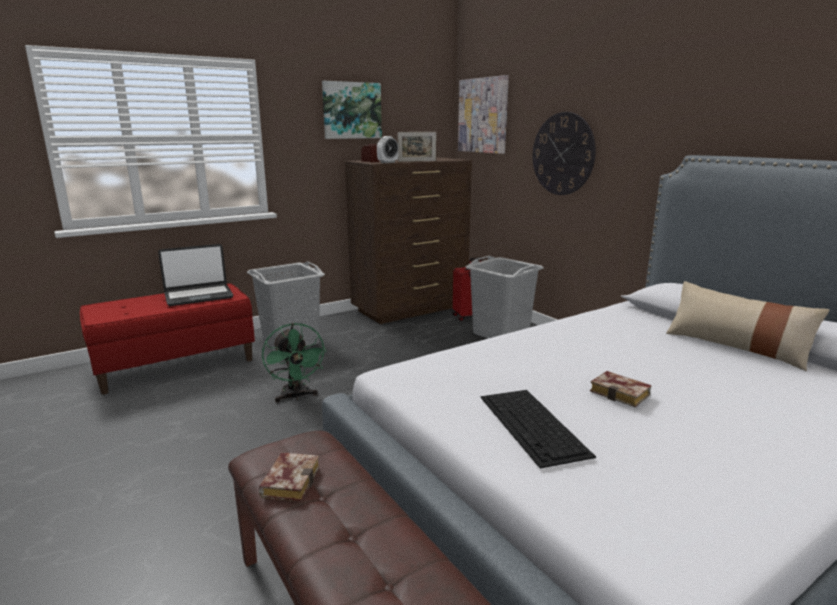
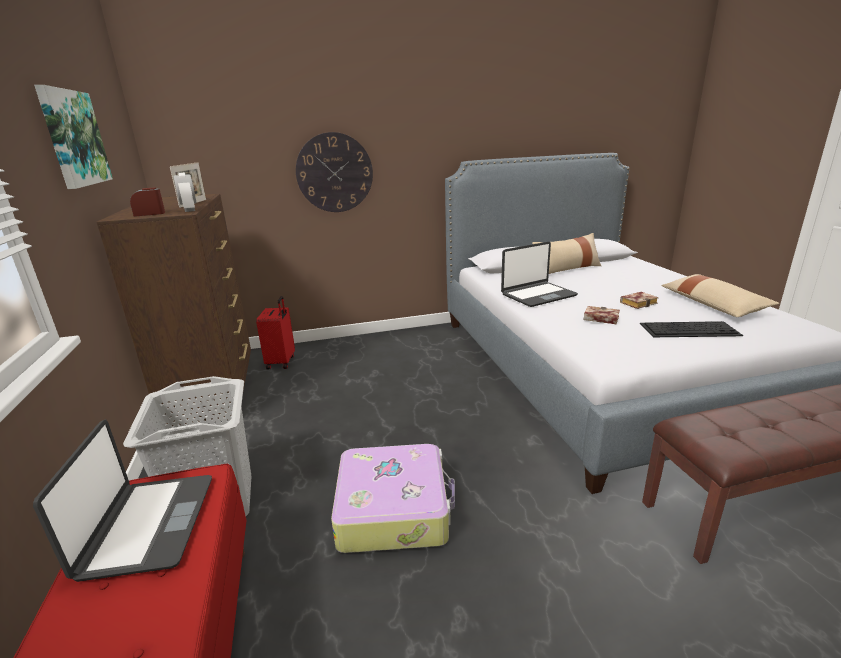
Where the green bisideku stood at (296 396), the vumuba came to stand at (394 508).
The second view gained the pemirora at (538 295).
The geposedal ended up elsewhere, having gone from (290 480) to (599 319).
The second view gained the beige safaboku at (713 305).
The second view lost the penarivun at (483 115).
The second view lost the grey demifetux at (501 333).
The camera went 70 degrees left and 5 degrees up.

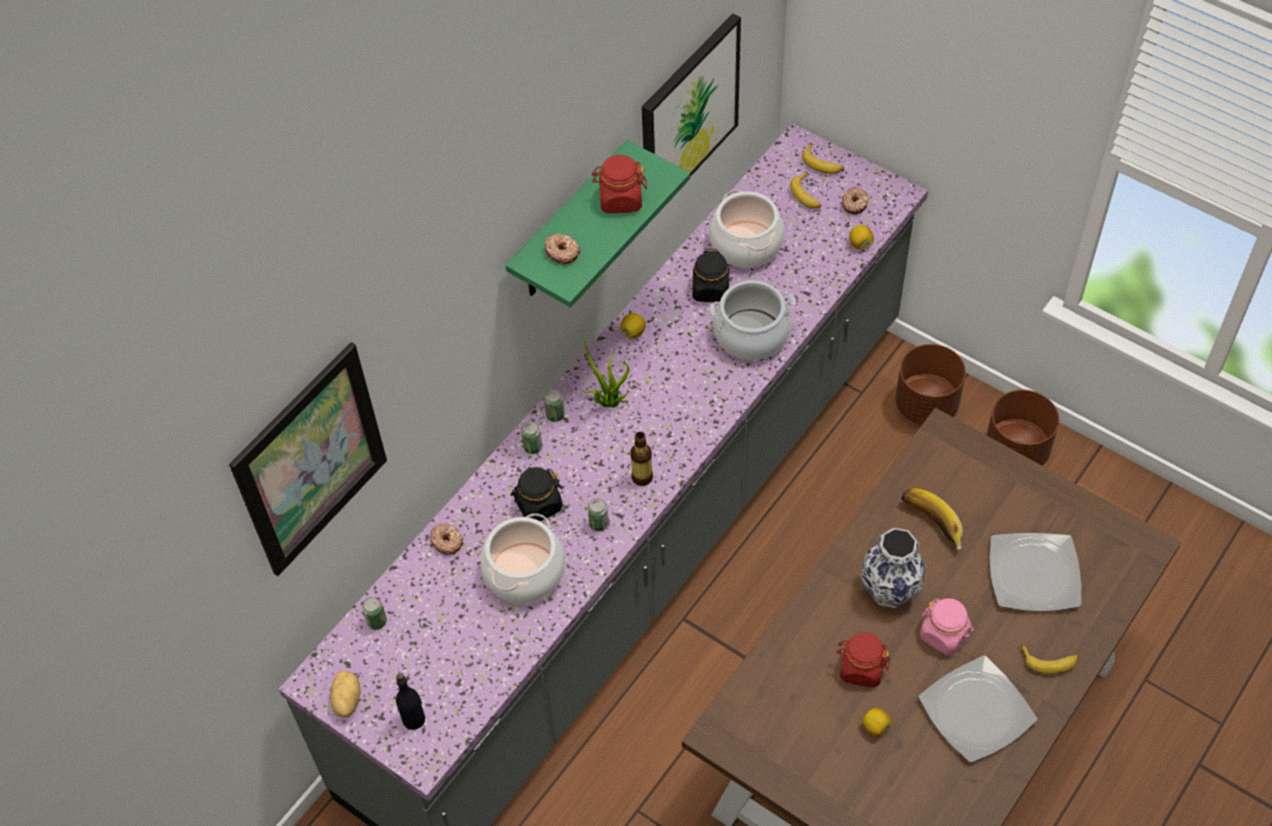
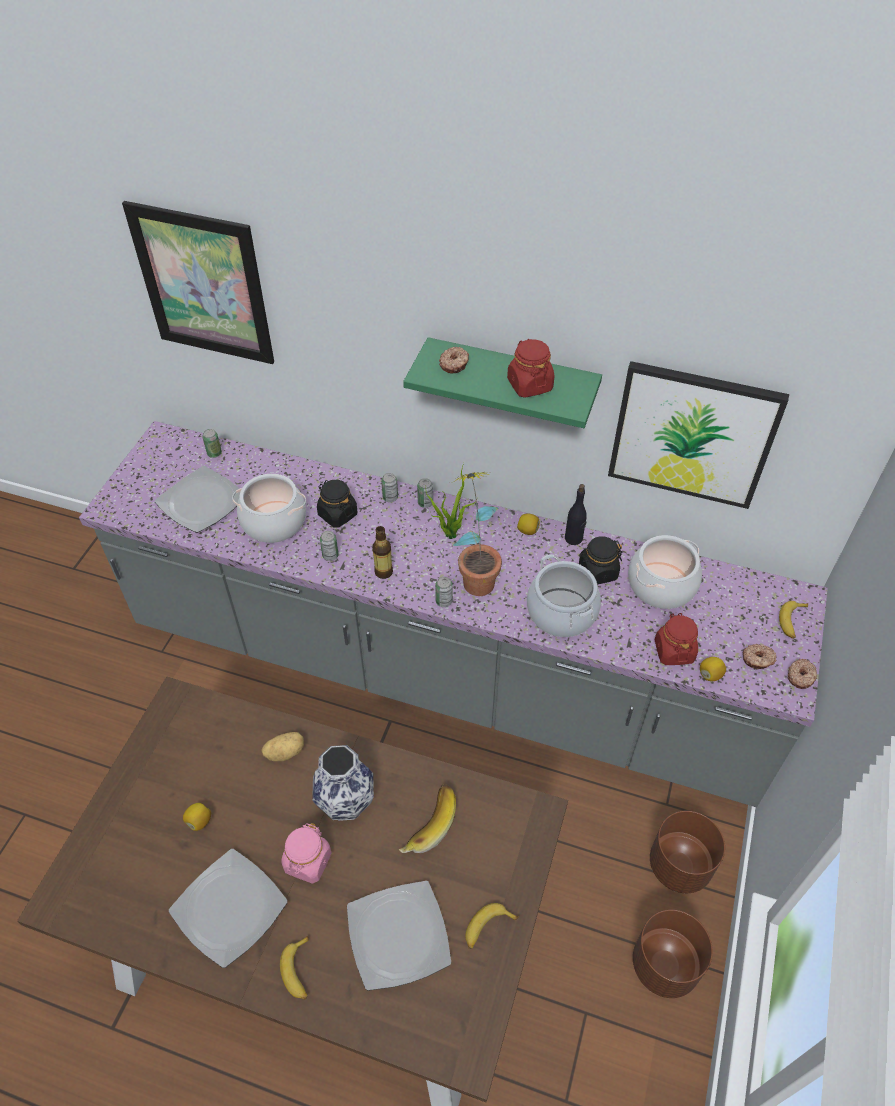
The second view gained the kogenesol at (202 502).
The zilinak ended up elsewhere, having gone from (346 700) to (285 752).
The second view gained the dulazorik at (444 601).
The second view gained the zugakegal at (476 575).
The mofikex ended up elsewhere, having gone from (807 195) to (487 928).
The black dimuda ended up elsewhere, having gone from (414 719) to (573 538).
The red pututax ended up elsewhere, having gone from (861 668) to (673 651).
The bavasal ended up elsewhere, having gone from (447 541) to (801 676).
The camera went 70 degrees right and 5 degrees down.

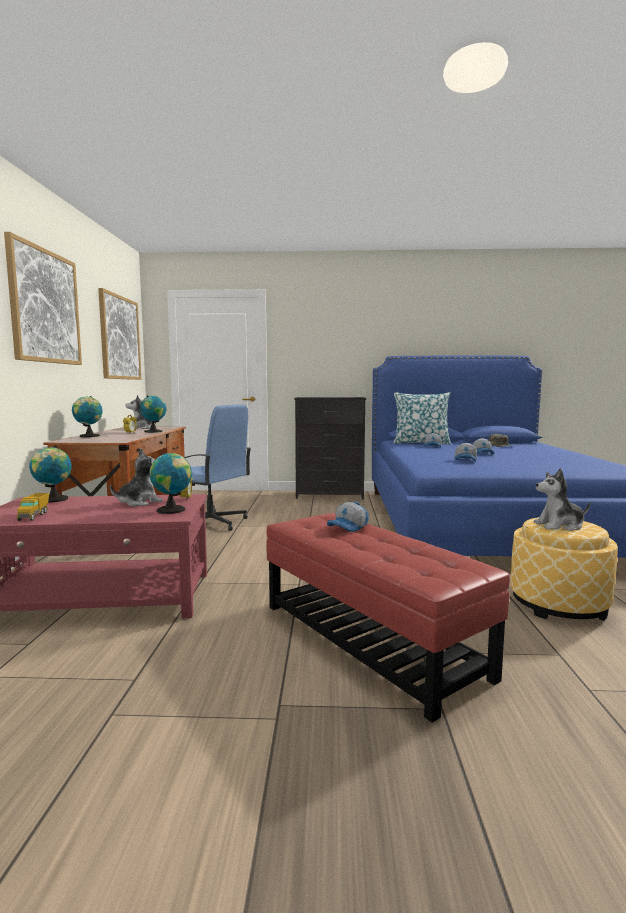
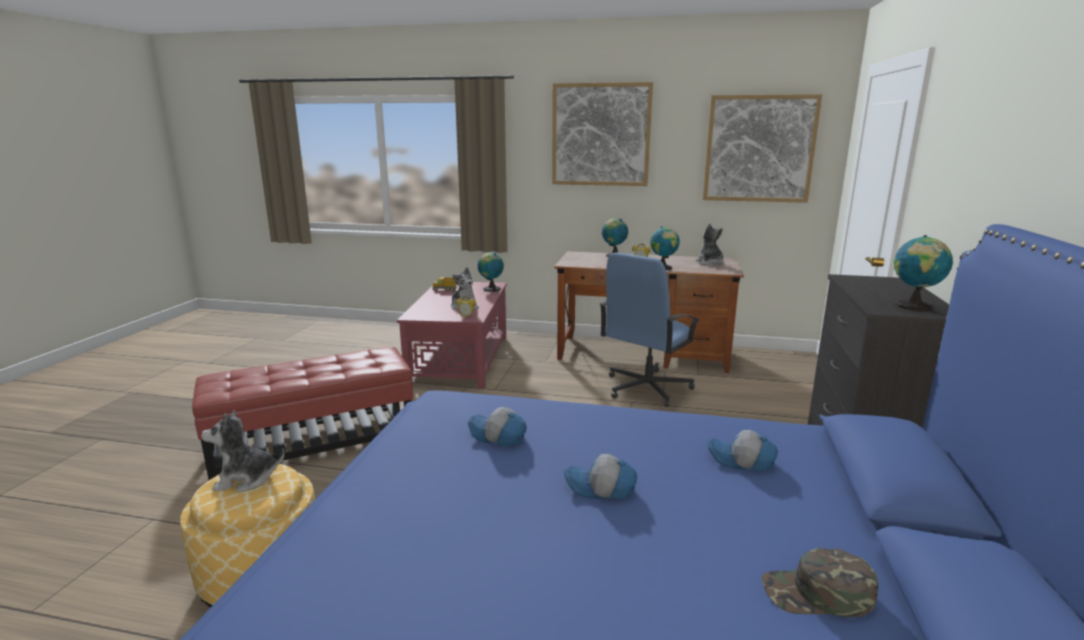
The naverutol at (560 525) ended up facing another way, 105 degrees counterclockwise from before.
The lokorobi ended up elsewhere, having gone from (173 510) to (914 306).
The second view lost the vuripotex at (348 527).
The second view lost the safaboku at (421 443).
The camera went 100 degrees right and 10 degrees up.

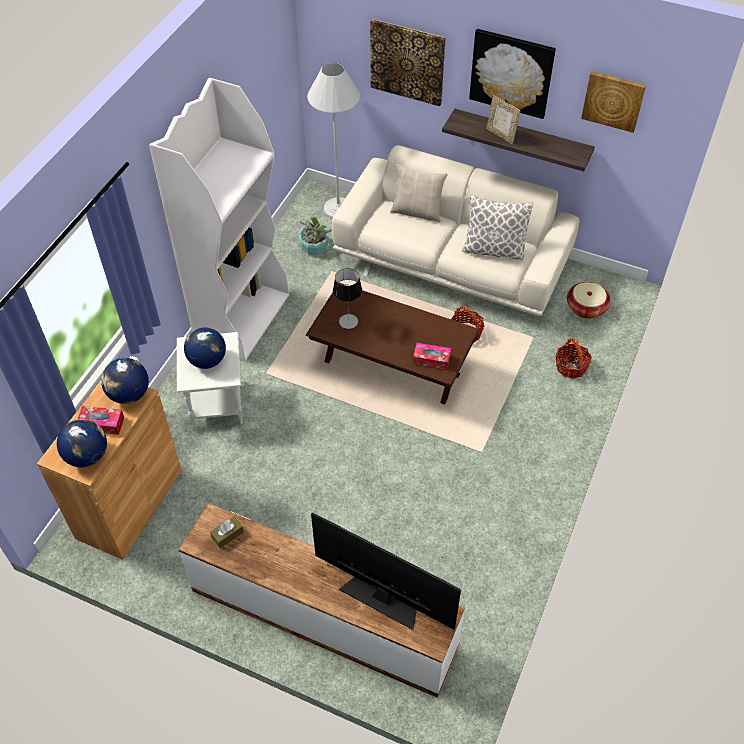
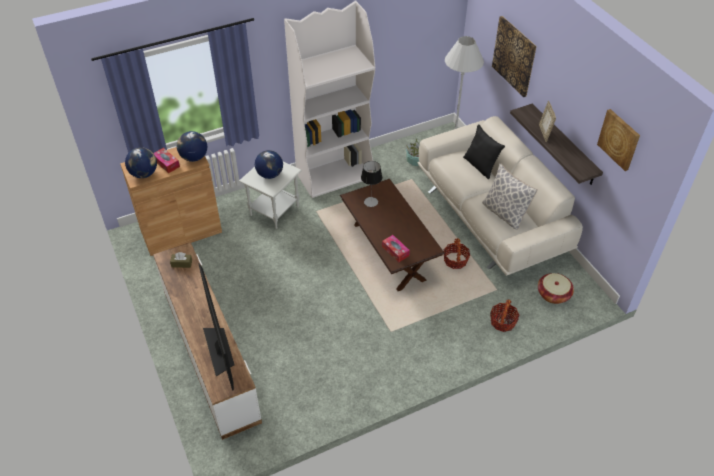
What was the beige safaboku at (417 211) turned into the black safaboku at (480 166).
The second view lost the penarivun at (511 73).
The camera went 40 degrees right and 5 degrees down.

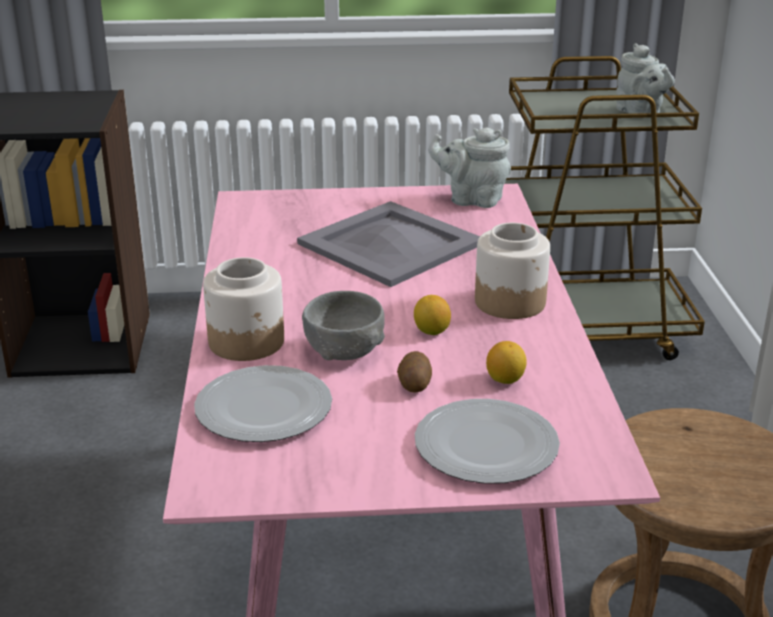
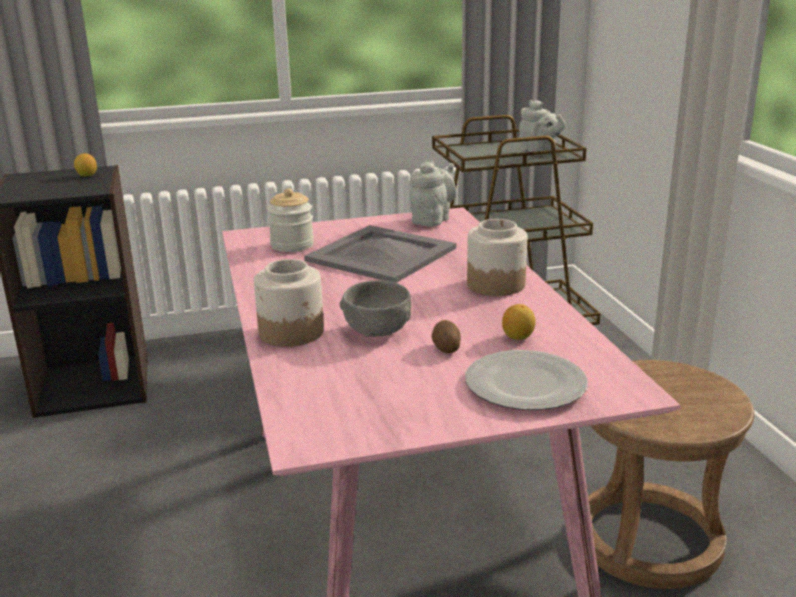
The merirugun ended up elsewhere, having gone from (431 331) to (87 175).
The second view gained the pututax at (292 245).
The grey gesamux at (472 199) ended up facing another way, 120 degrees clockwise from before.
The second view lost the kogenesol at (265 409).
The camera went 10 degrees left and 5 degrees down.

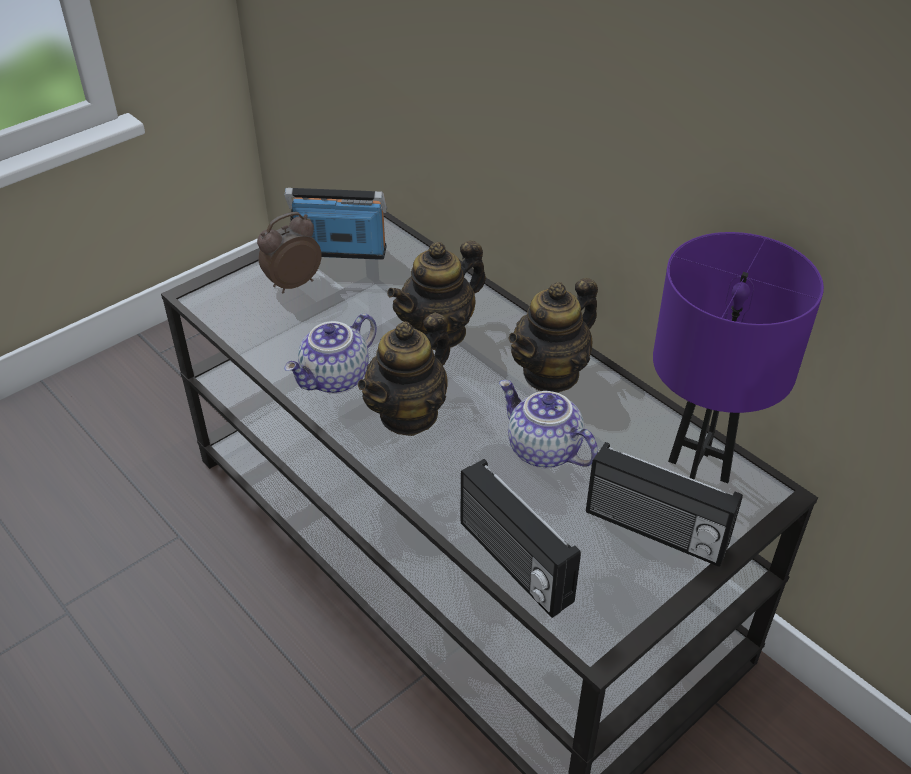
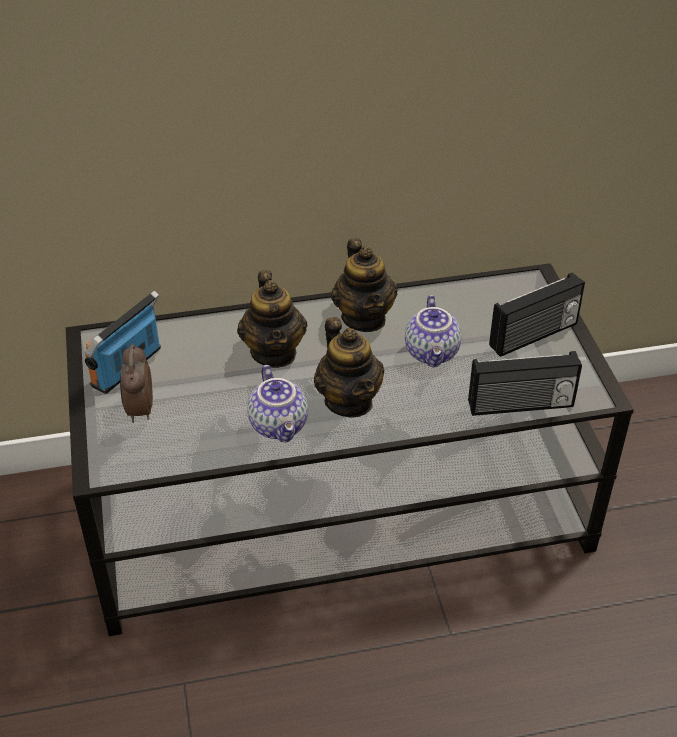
The gesamux at (542 451) ended up facing another way, 75 degrees counterclockwise from before.
The second view lost the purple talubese at (697 471).
The camera went 60 degrees left and 0 degrees up.

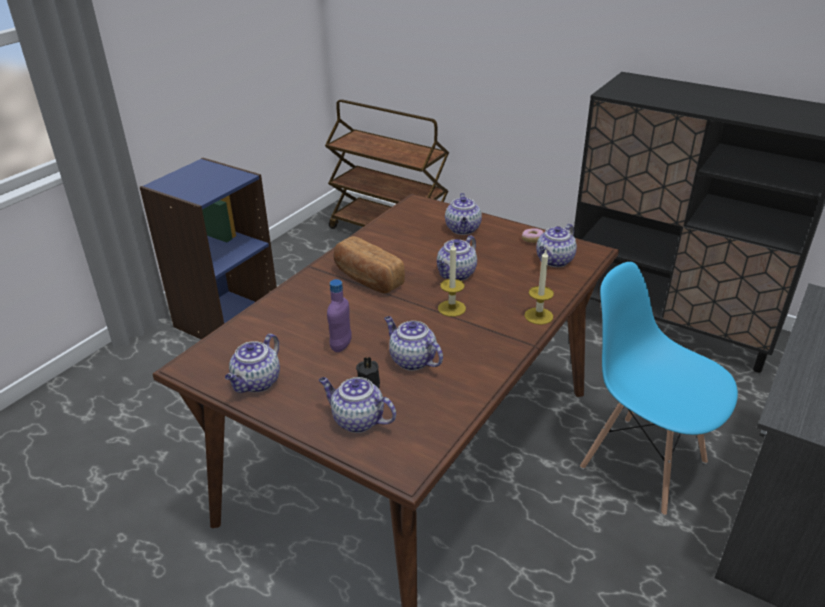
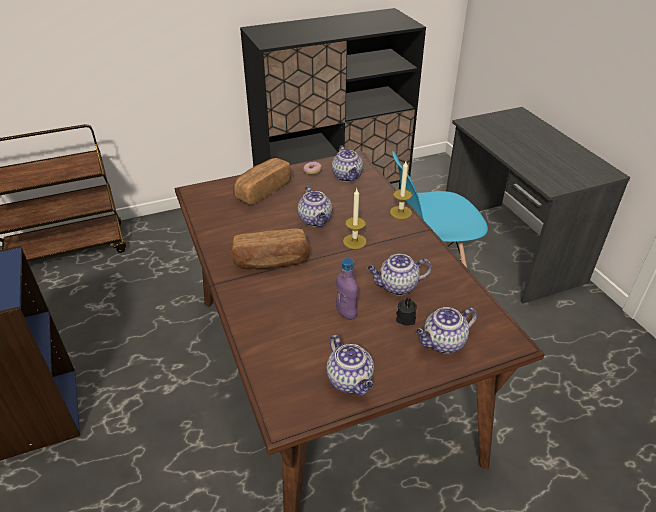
Where the gesamux stood at (463 229), the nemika came to stand at (262 190).
The camera went 55 degrees left and 5 degrees up.

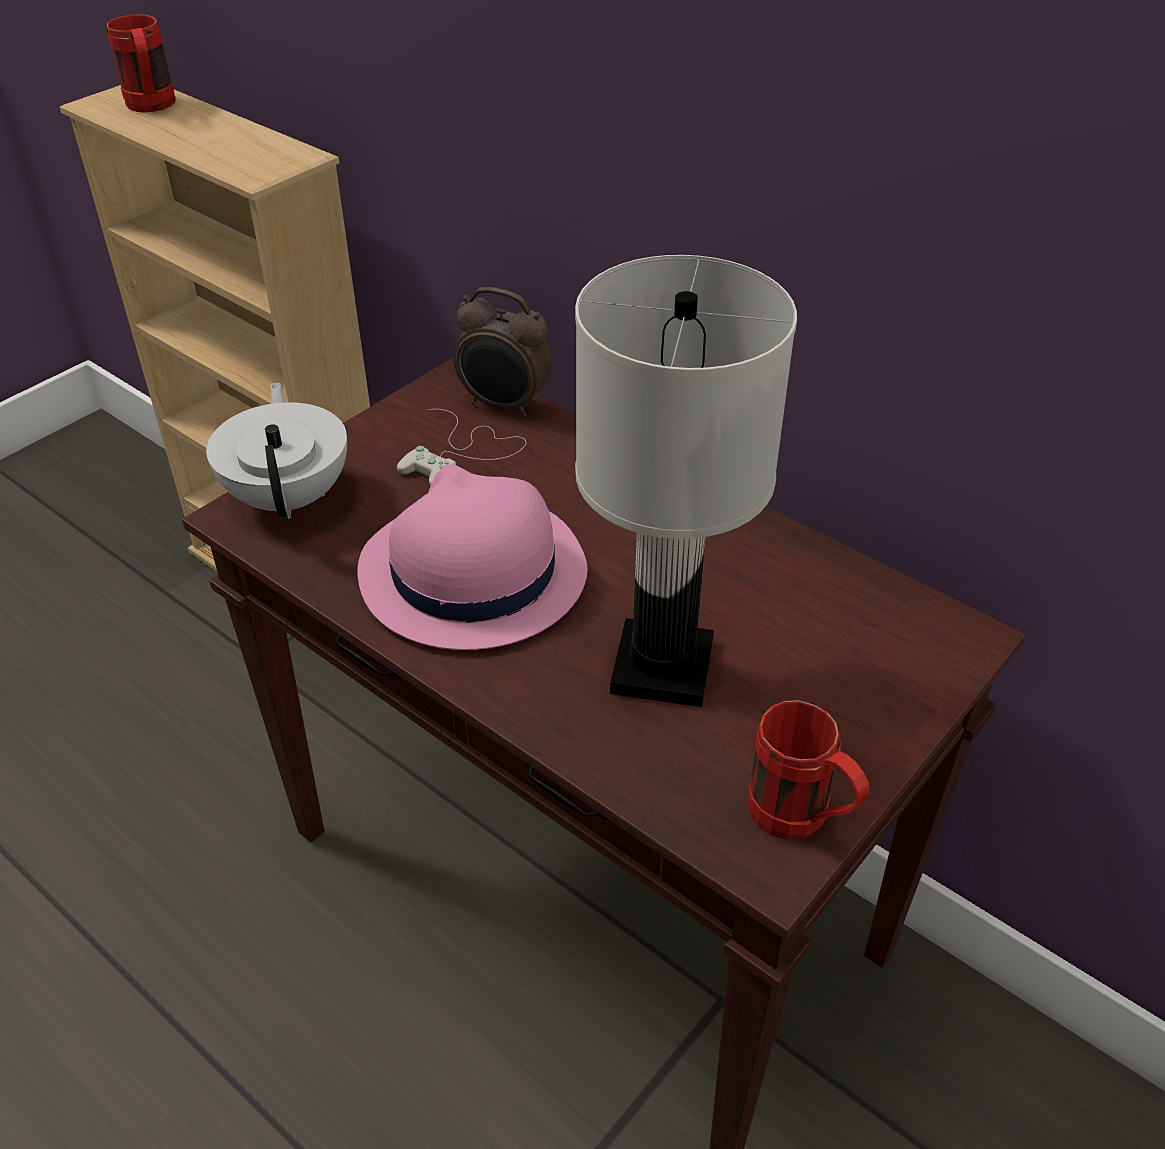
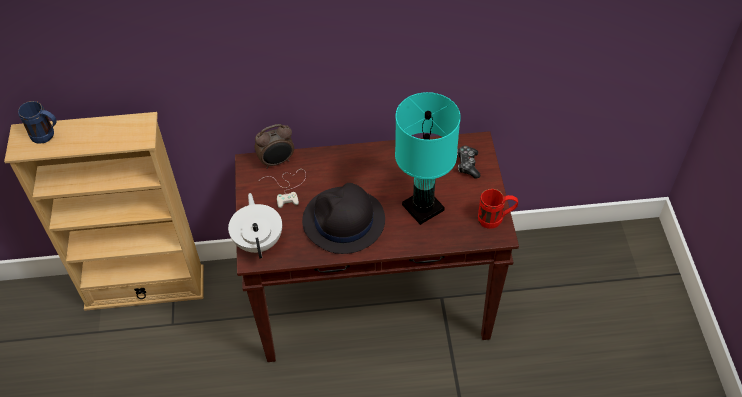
What was the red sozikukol at (152 107) turned into the blue sozikukol at (47 136).
The white gesamux at (290 497) ended up facing another way, 45 degrees clockwise from before.
What was the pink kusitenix at (471 573) turned into the black kusitenix at (343 221).
What was the white talubese at (664 666) turned into the turquoise talubese at (423 207).
The second view gained the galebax at (467 165).
The camera went 45 degrees left and 10 degrees up.

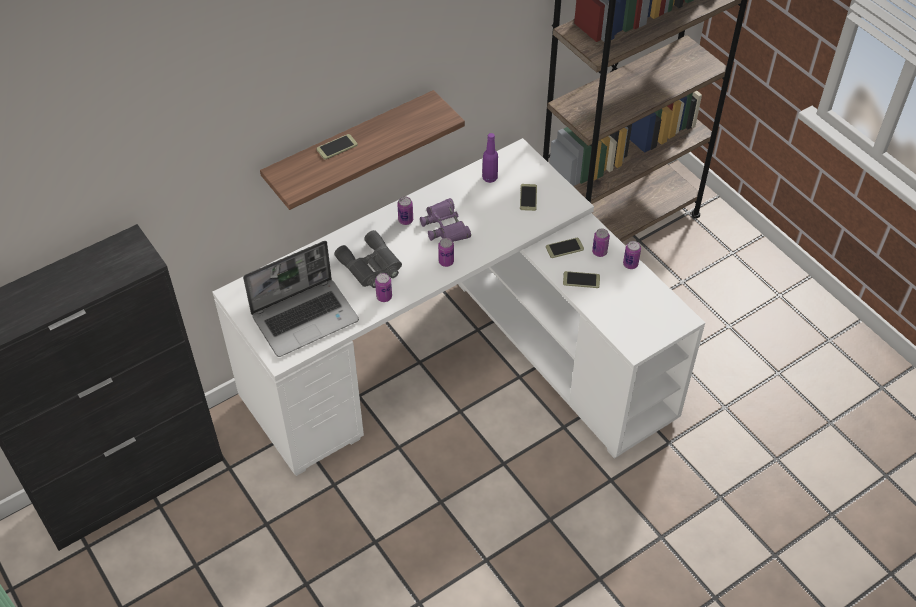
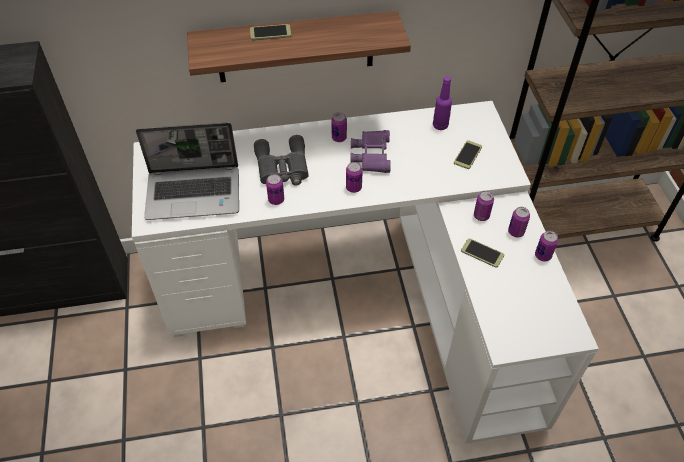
Where the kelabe stood at (564 248), the dulazorik came to stand at (481 216).
The camera went 25 degrees right and 0 degrees up.

